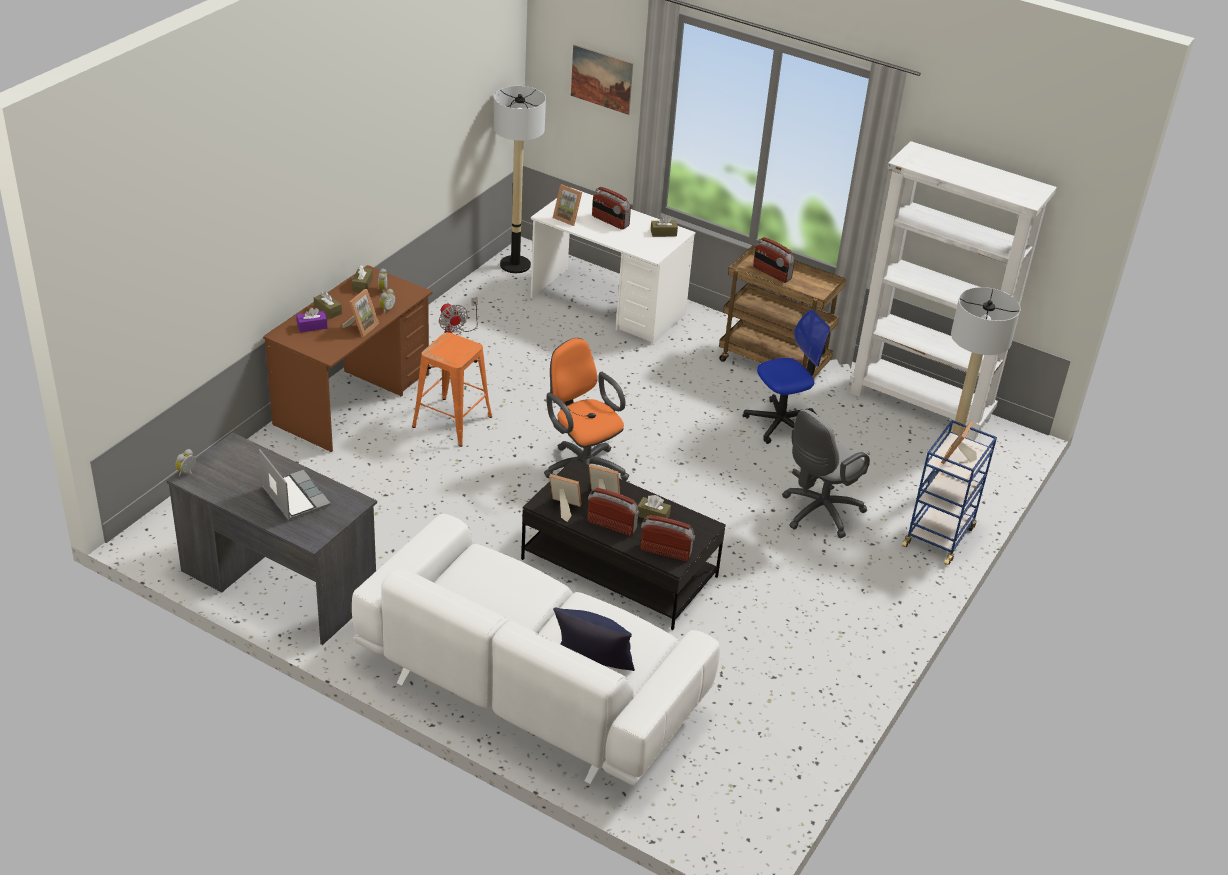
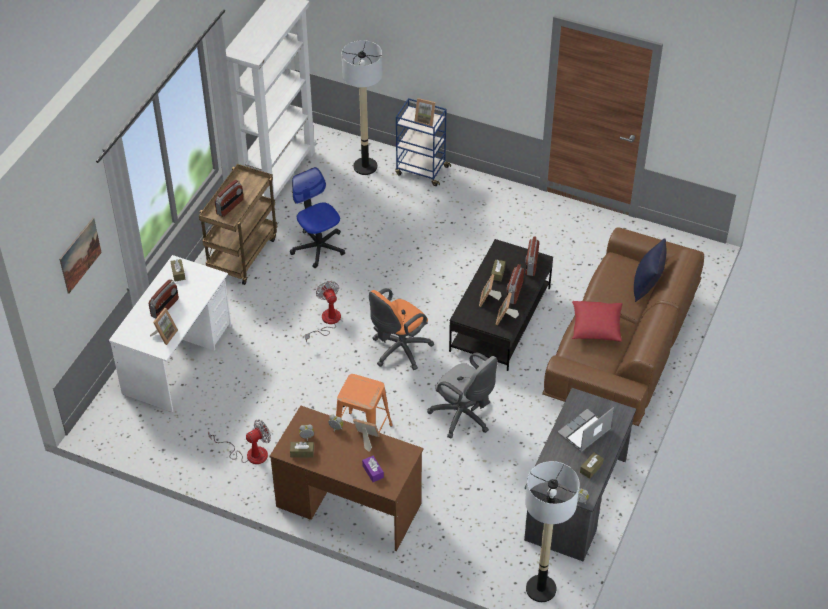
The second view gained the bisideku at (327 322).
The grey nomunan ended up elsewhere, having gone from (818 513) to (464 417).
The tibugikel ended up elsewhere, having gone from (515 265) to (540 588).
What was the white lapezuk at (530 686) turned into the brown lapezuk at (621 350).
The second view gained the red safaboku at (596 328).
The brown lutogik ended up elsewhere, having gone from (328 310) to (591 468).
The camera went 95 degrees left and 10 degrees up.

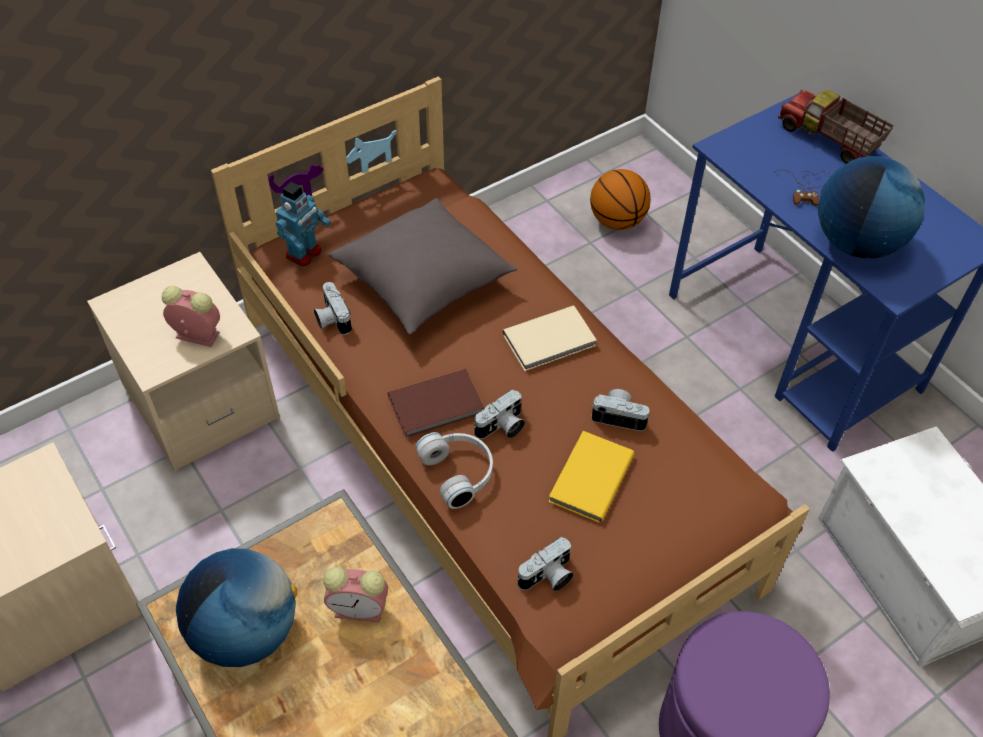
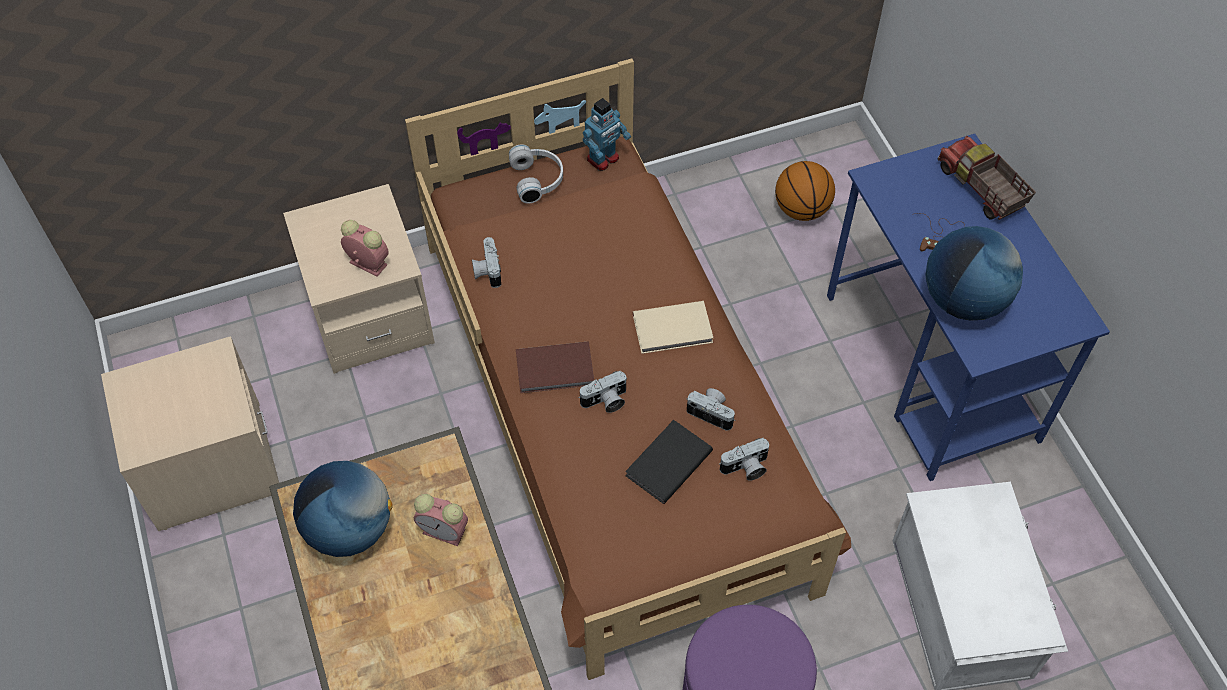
The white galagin ended up elsewhere, having gone from (460 472) to (538 179).
The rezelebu ended up elsewhere, having gone from (304 253) to (603 159).
What was the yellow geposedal at (588 478) turned into the black geposedal at (666 463).
The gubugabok ended up elsewhere, having gone from (548 577) to (746 468).
The second view lost the grey safaboku at (424 283).
The camera went 15 degrees right and 5 degrees up.

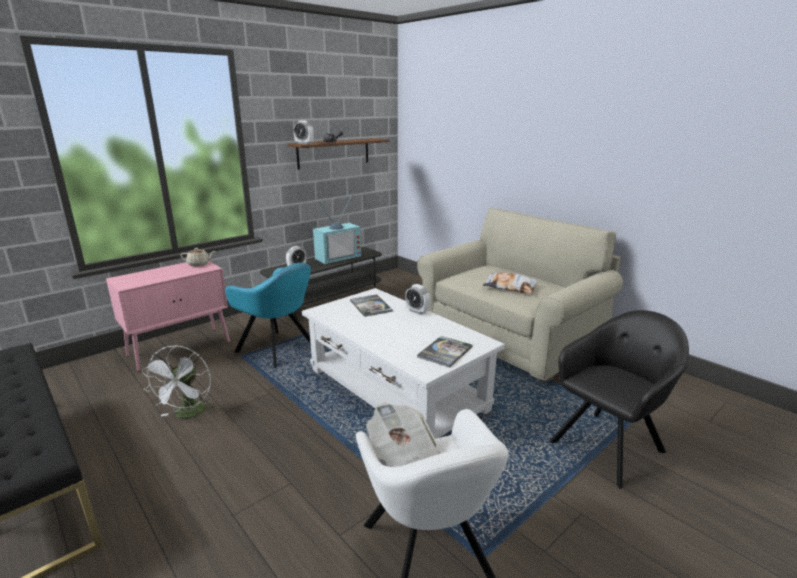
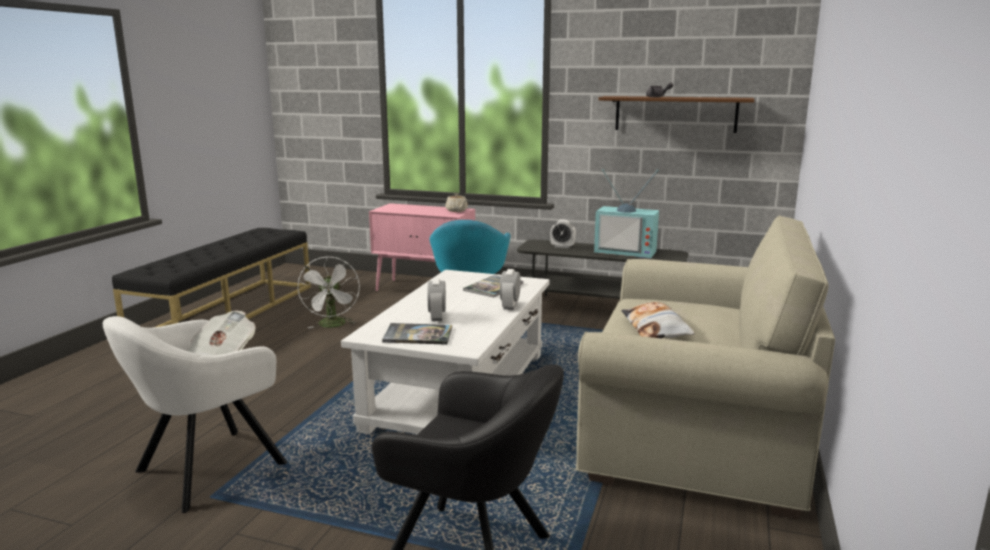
The white bisideku at (188 415) ended up facing another way, 75 degrees counterclockwise from before.
The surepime ended up elsewhere, having gone from (304 143) to (437 317).
The camera went 60 degrees right and 5 degrees down.

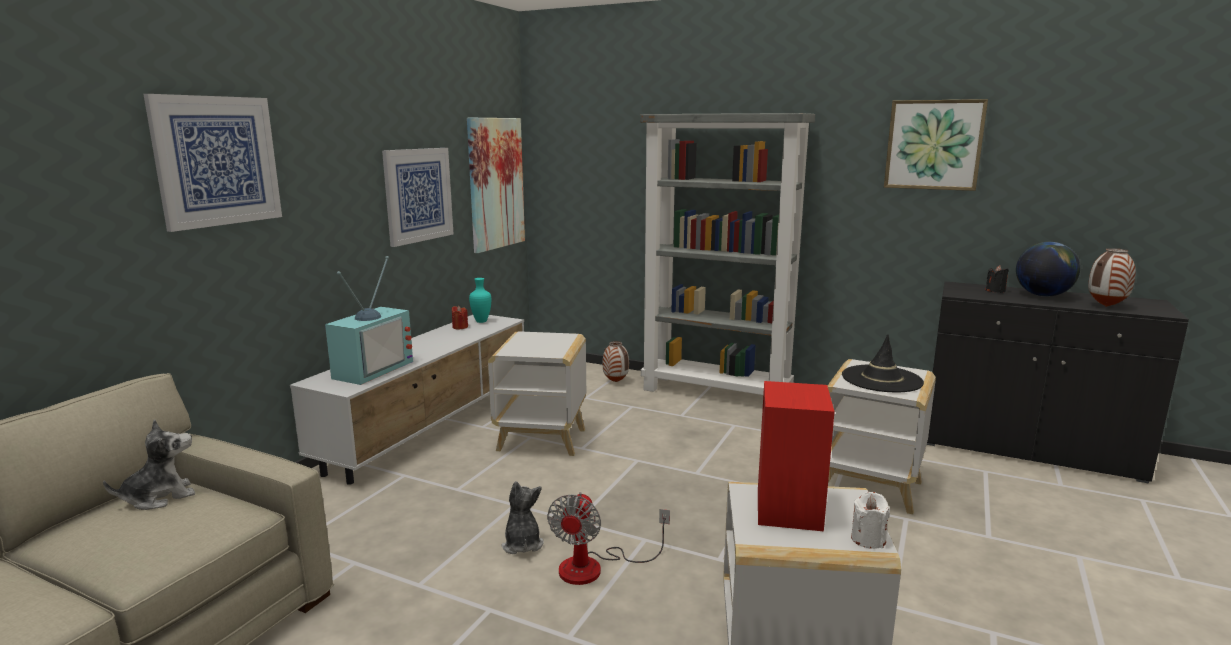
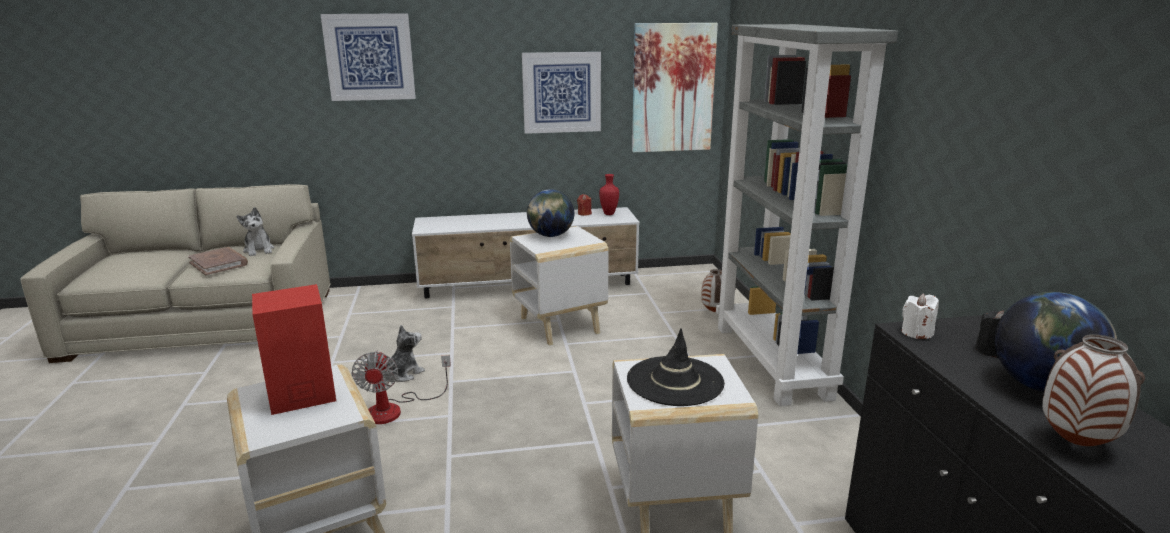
The second view gained the brown geposedal at (219 264).
The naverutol at (159 497) ended up facing another way, 45 degrees clockwise from before.
The bisideku at (595 567) ended up facing another way, 75 degrees counterclockwise from before.
The second view gained the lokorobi at (550 235).
What was the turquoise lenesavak at (481 321) turned into the red lenesavak at (609 214).
The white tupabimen ended up elsewhere, having gone from (868 539) to (916 333).
The second view lost the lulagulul at (371 369).
The second view lost the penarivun at (933 145).
The camera went 55 degrees right and 5 degrees up.

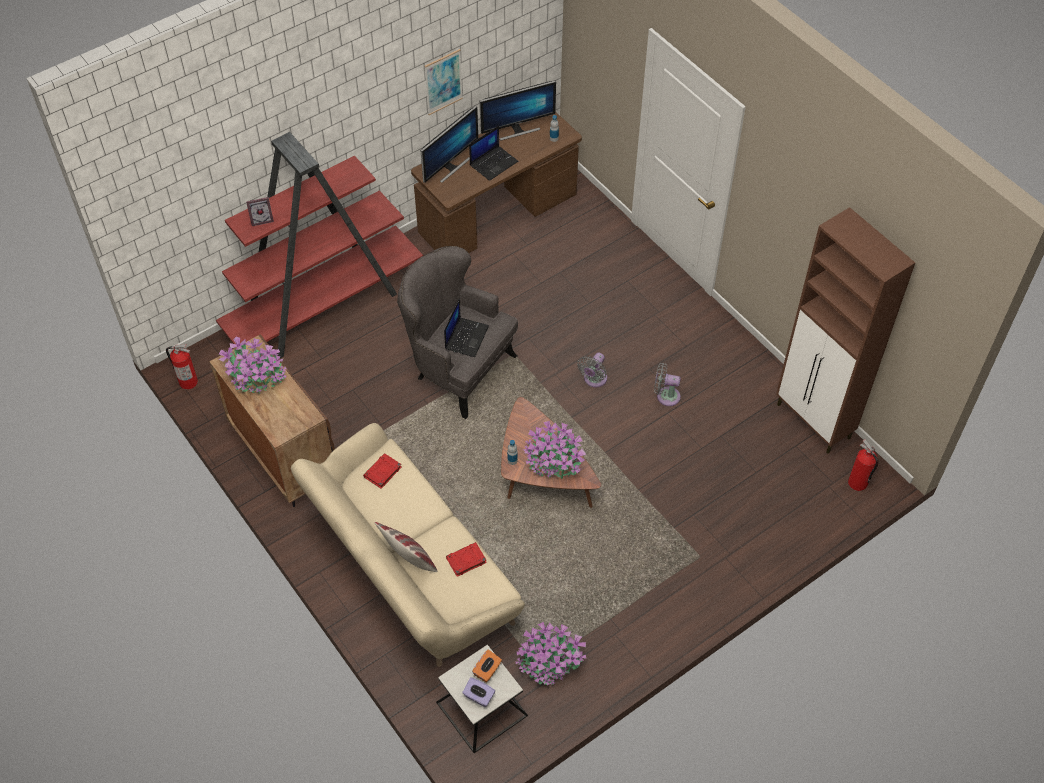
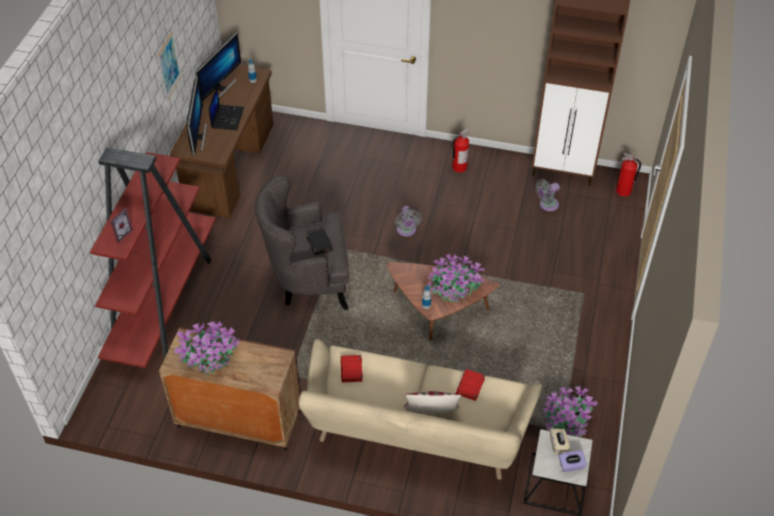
Where the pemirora stood at (466 337), the black geposedal came to stand at (319 243).
The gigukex ended up elsewhere, having gone from (188 381) to (459 167).
The grey bisideku ended up elsewhere, having gone from (665 396) to (547 205).
What was the orange lutogik at (487 670) turned into the beige lutogik at (558 445).
The camera went 40 degrees left and 5 degrees down.

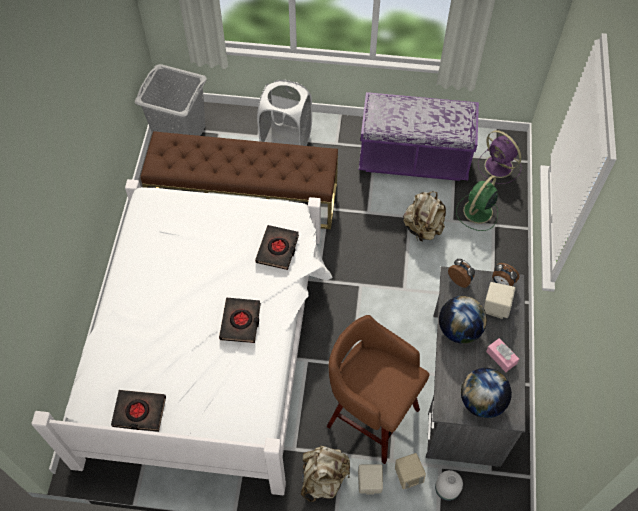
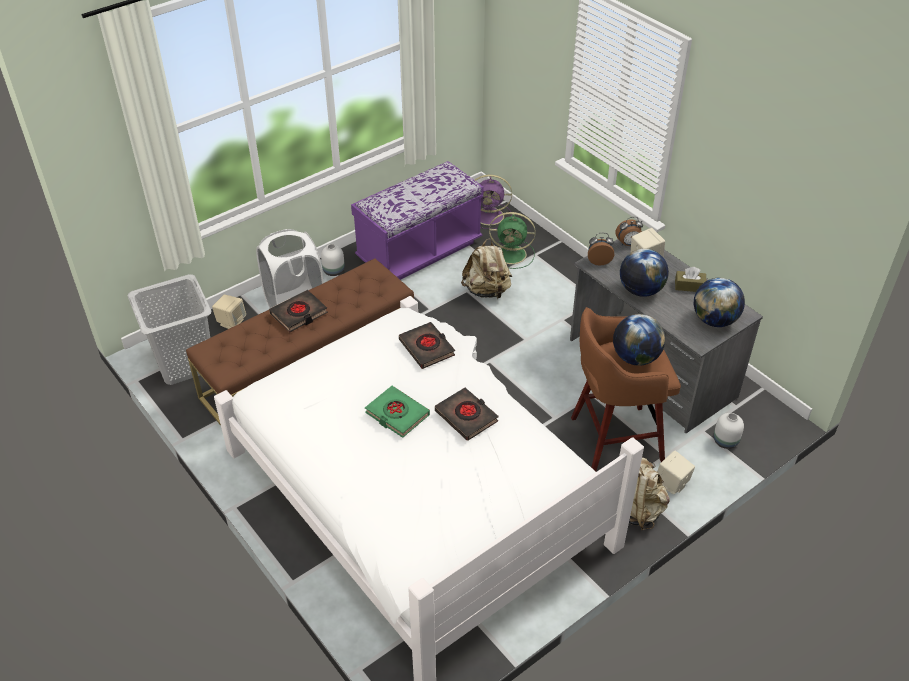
The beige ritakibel ended up elsewhere, having gone from (408 475) to (231 322).
The black geposedal ended up elsewhere, having gone from (139 412) to (299 314).
The second view gained the white lenesavak at (333 270).
The second view gained the green geposedal at (397 414).
The green bisideku at (477 212) ended up facing another way, 75 degrees counterclockwise from before.
The second view gained the lokorobi at (635 357).
What was the pink lutogik at (501 357) turned into the brown lutogik at (689 286).
The camera went 45 degrees left and 15 degrees down.

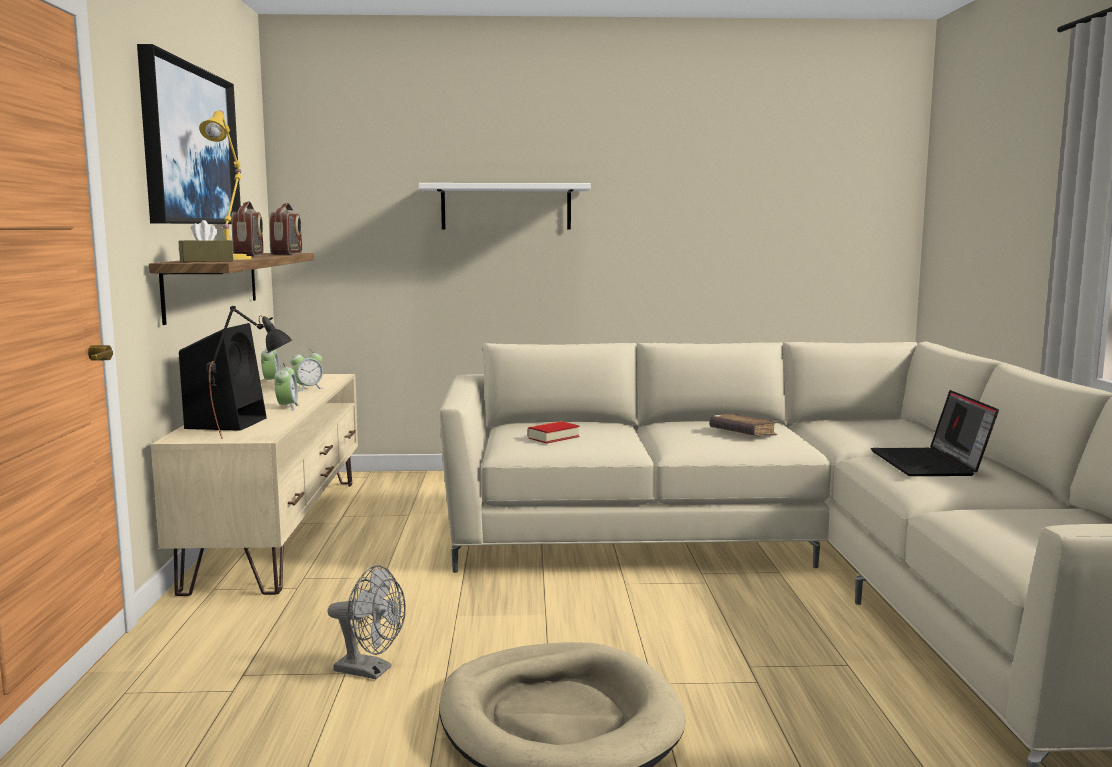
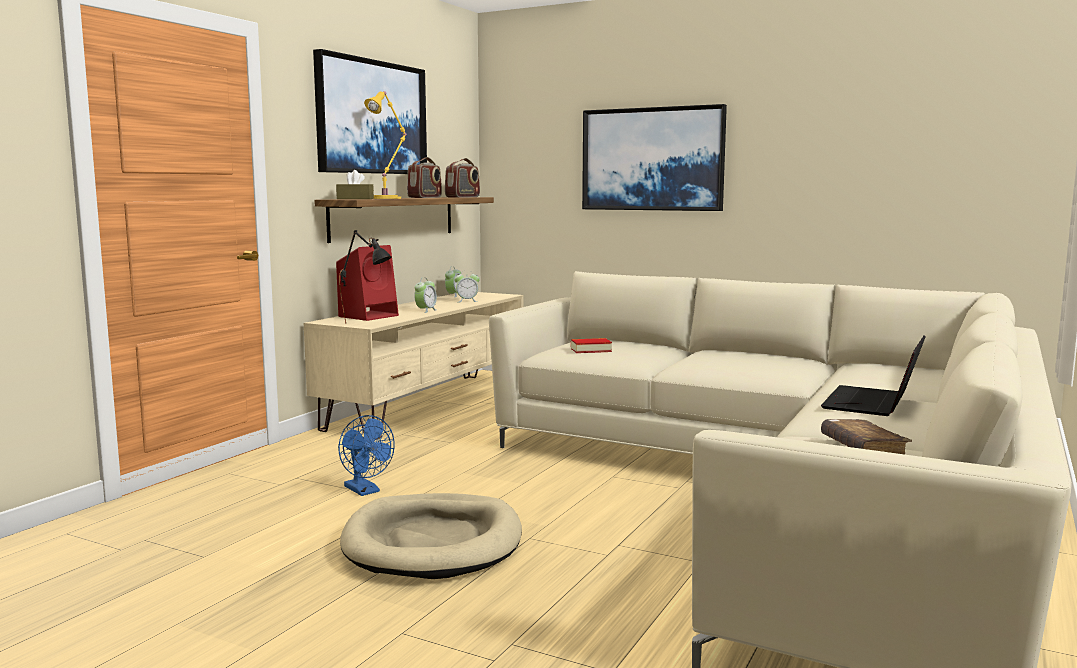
What was the black ritakibel at (226 423) turned into the red ritakibel at (369 316).
What was the grey bisideku at (371 671) turned into the blue bisideku at (365 491).
Where the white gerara hung at (506 207), the penarivun came to hang at (652 159).
The brown geposedal ended up elsewhere, having gone from (742 433) to (863 449).
The camera went 30 degrees right and 0 degrees up.

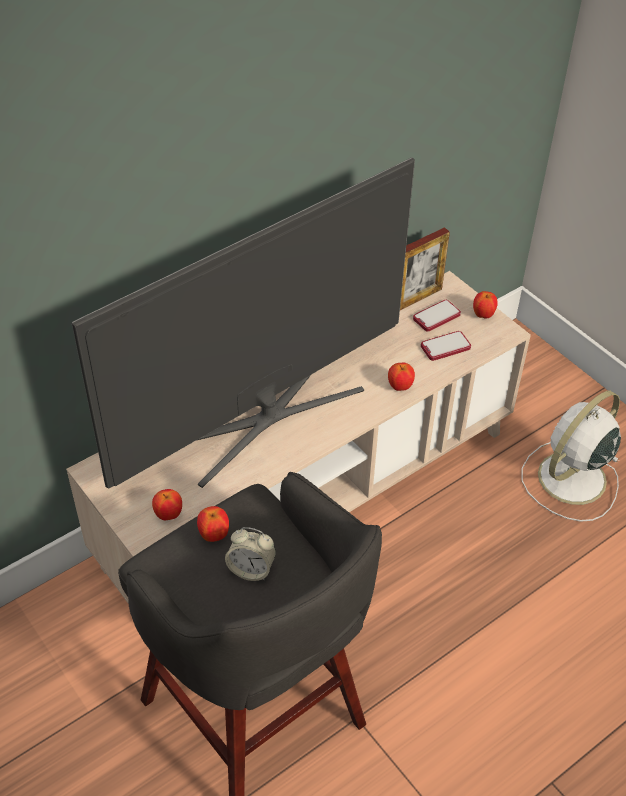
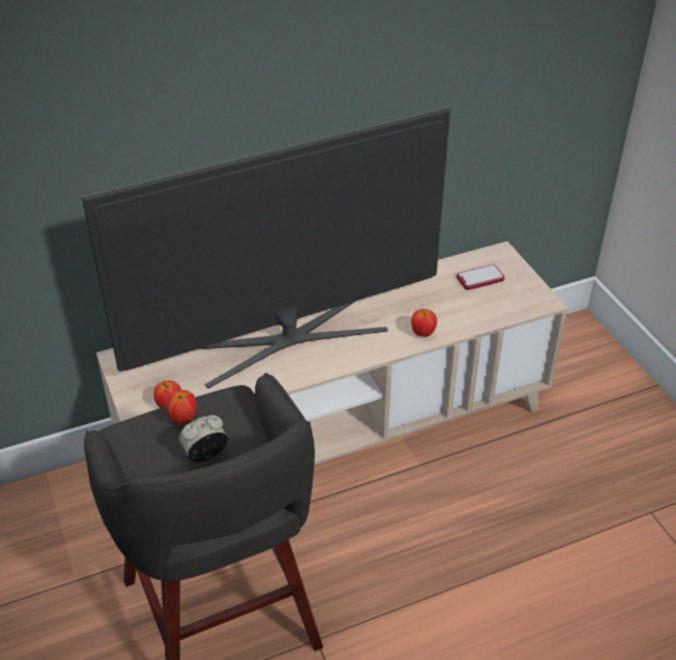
The surepime at (251 569) ended up facing another way, 120 degrees clockwise from before.
The second view lost the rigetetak at (417 298).
The second view lost the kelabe at (445 347).
The second view lost the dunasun at (483 315).
The second view lost the white bisideku at (570 479).
The camera went 15 degrees right and 5 degrees down.

